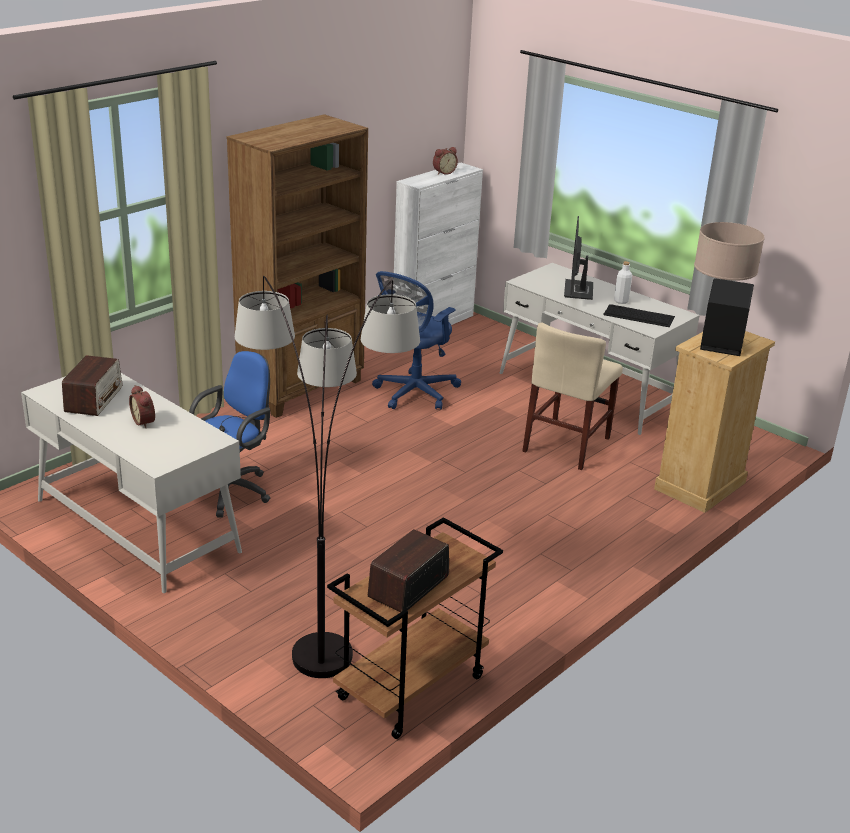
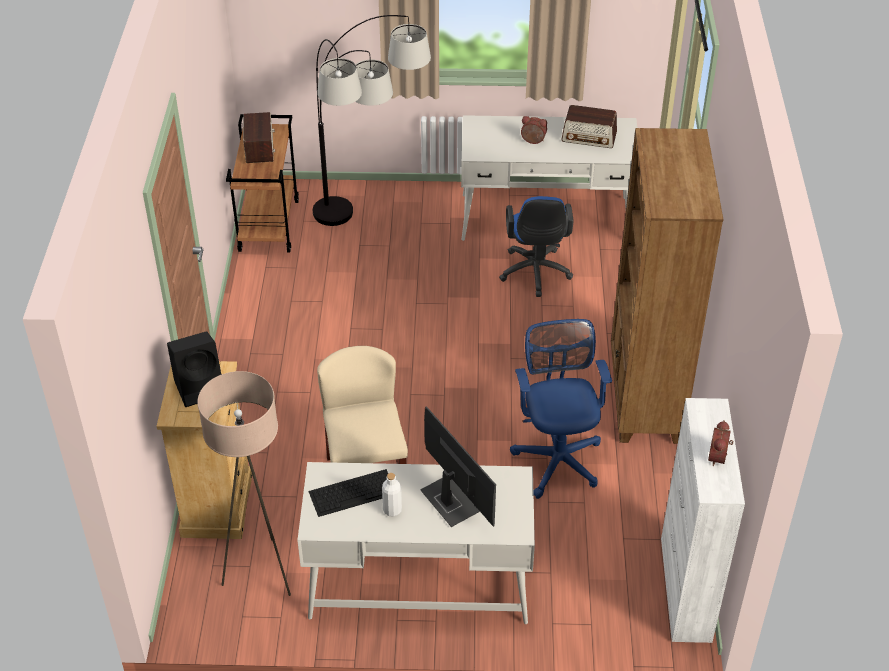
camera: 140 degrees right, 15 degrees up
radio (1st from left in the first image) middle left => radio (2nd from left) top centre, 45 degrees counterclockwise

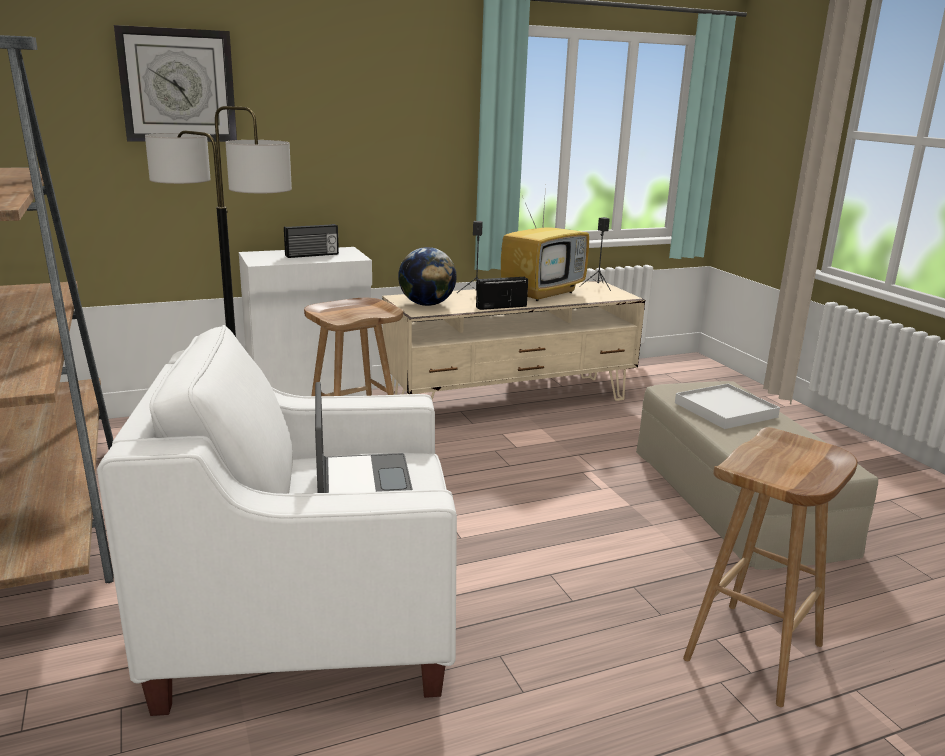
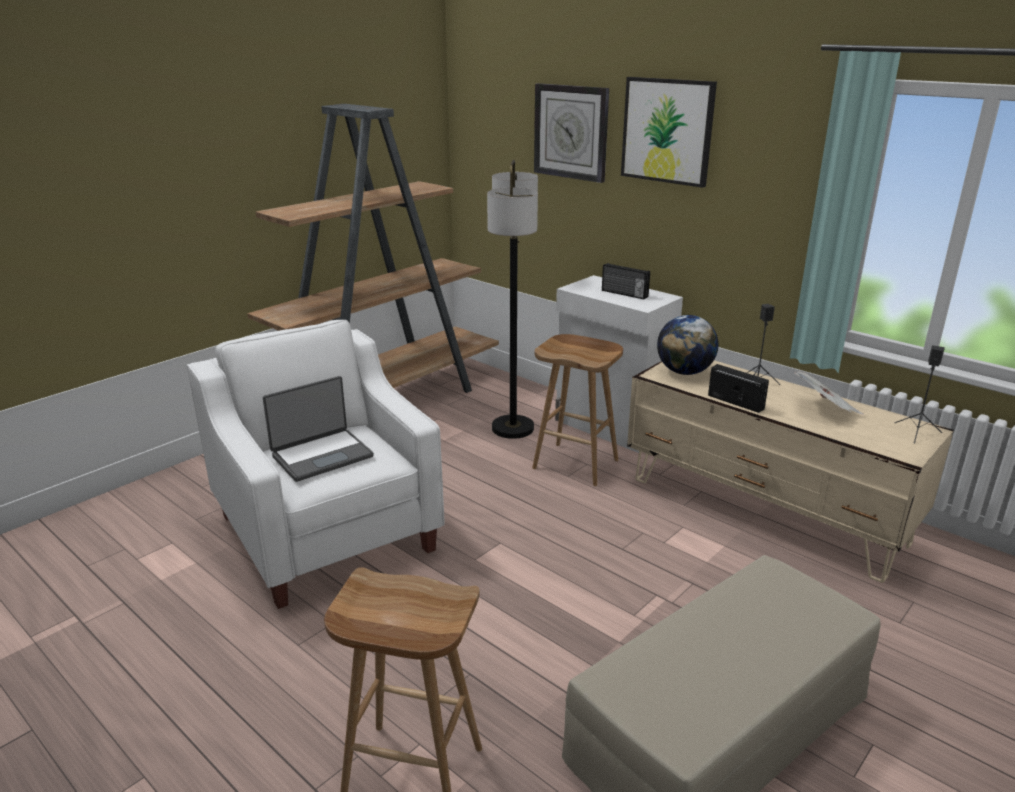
camera: 65 degrees right, 5 degrees up
nothing => picture top centre
television top centre => newspaper middle right
white tray middle right => nothing

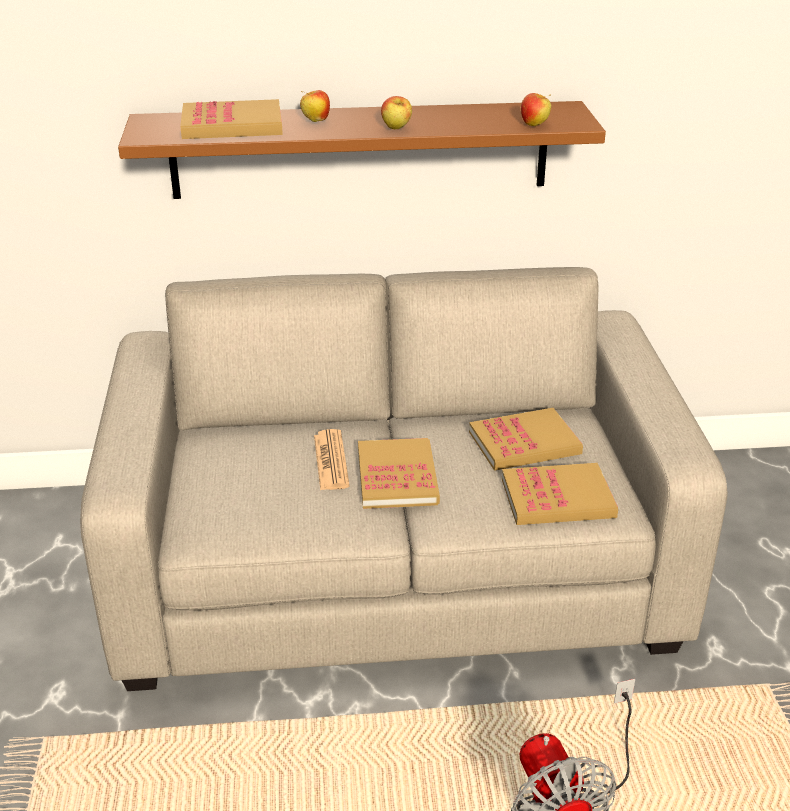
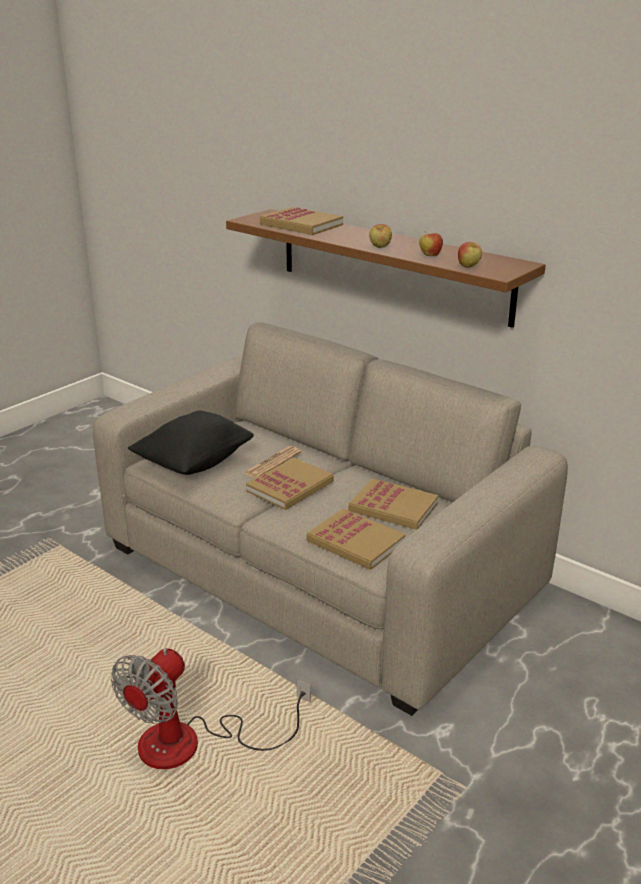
camera: 45 degrees right, 5 degrees down
nothing => black pillow middle left
apple (1st from left in the first image) top centre => apple (2nd from left) top right, move

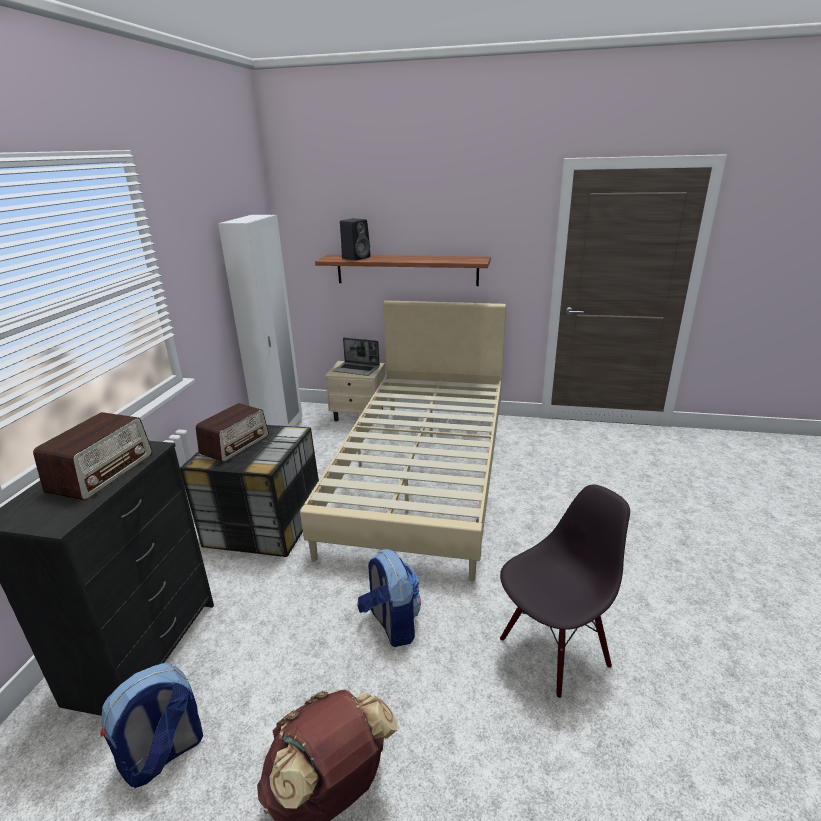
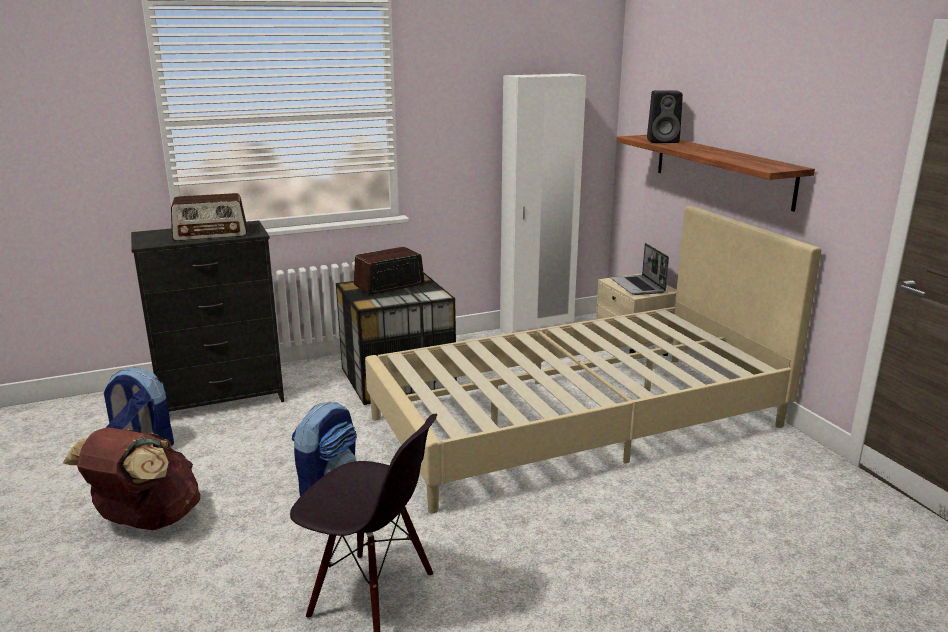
camera: 55 degrees right, 5 degrees down
radio (2nd from left) middle left => radio (2nd from left) centre, 150 degrees clockwise

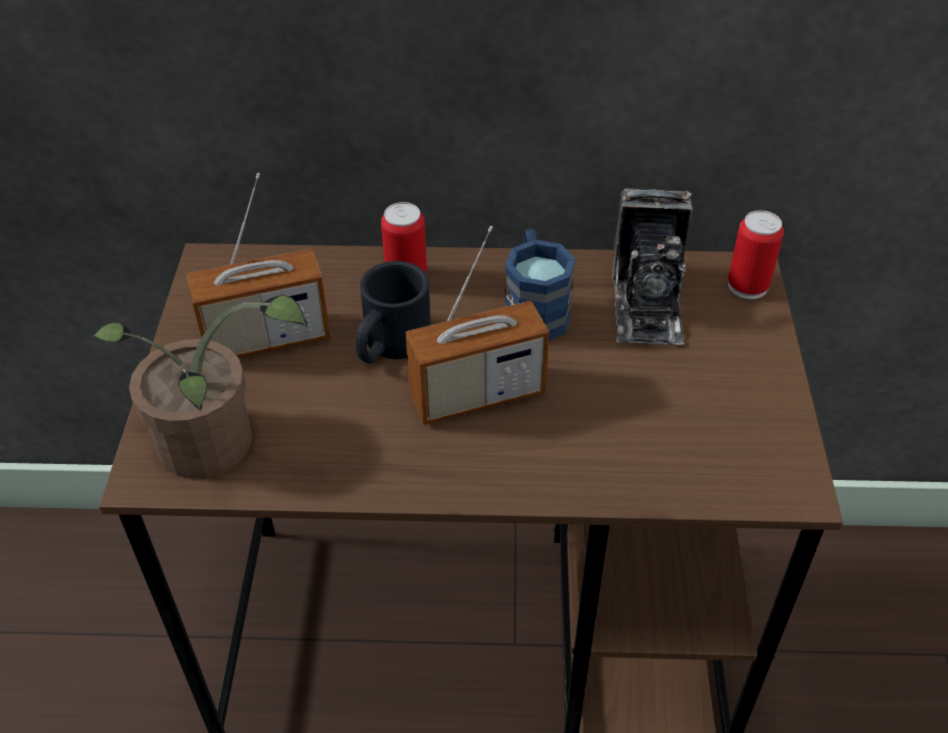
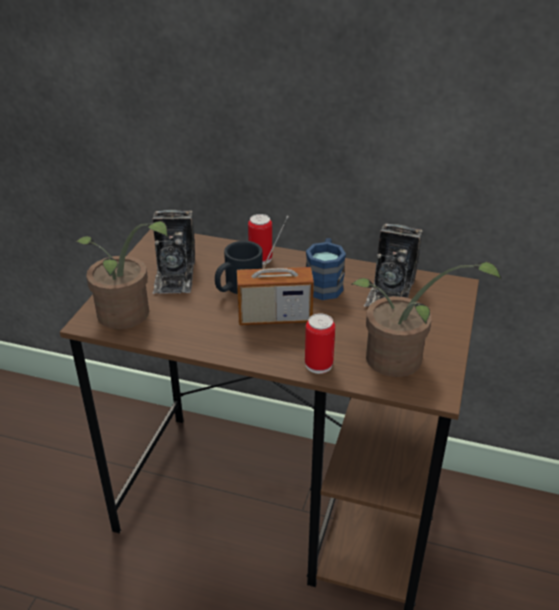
camera: 15 degrees right, 10 degrees down
radio (1st from left) middle left => photo camera (1st from left) middle left
can (2nd from left) middle right => can (2nd from left) centre, move
nothing => potted plant (2nd from left) middle right

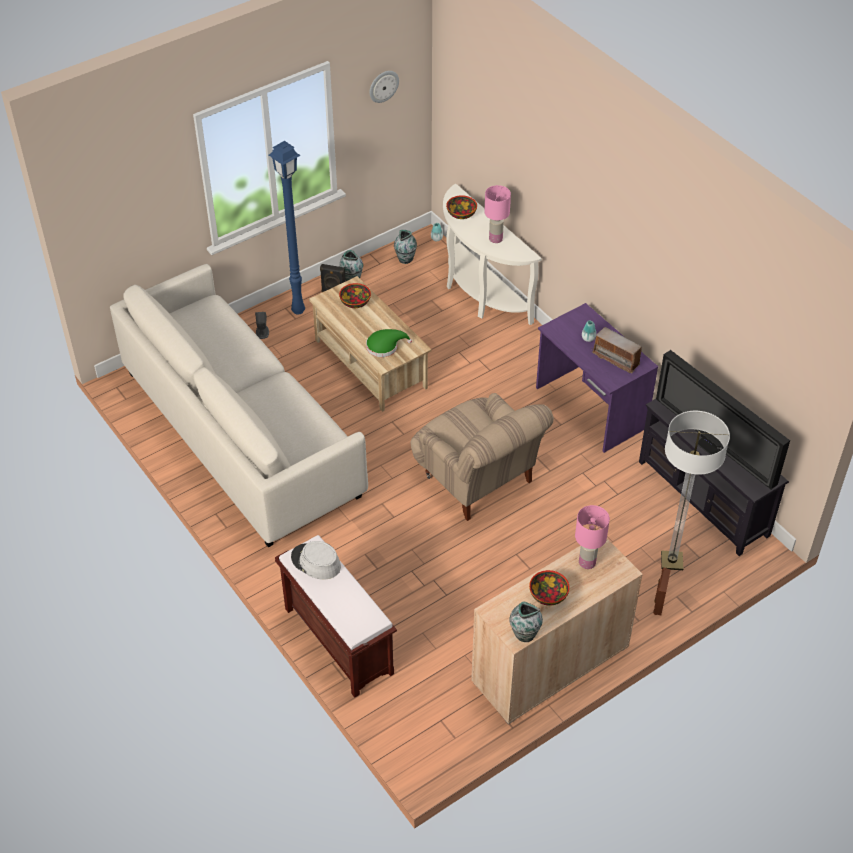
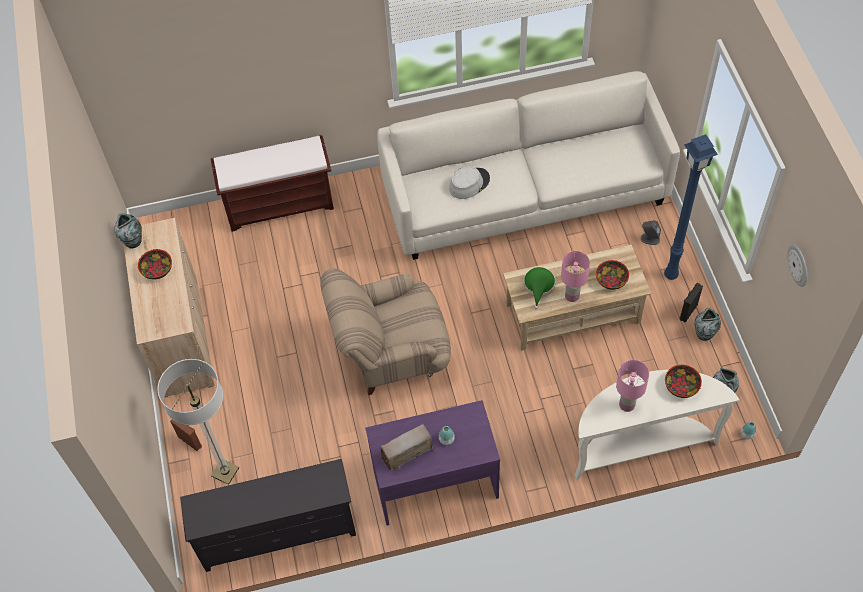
camera: 115 degrees right, 10 degrees up
grey hat centre => grey hat top centre, move
pink table lamp (2nd from left in the first image) middle right => pink table lamp (1st from left) centre, move
television middle right => nothing

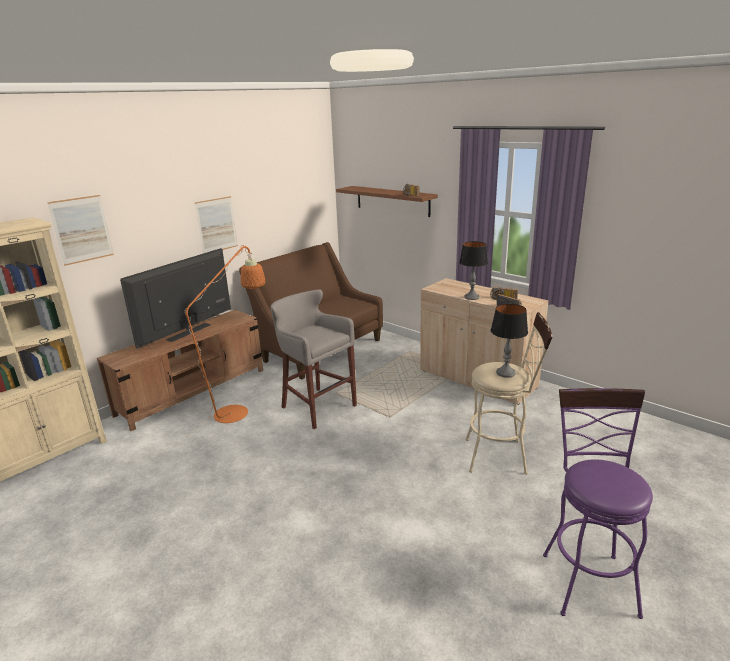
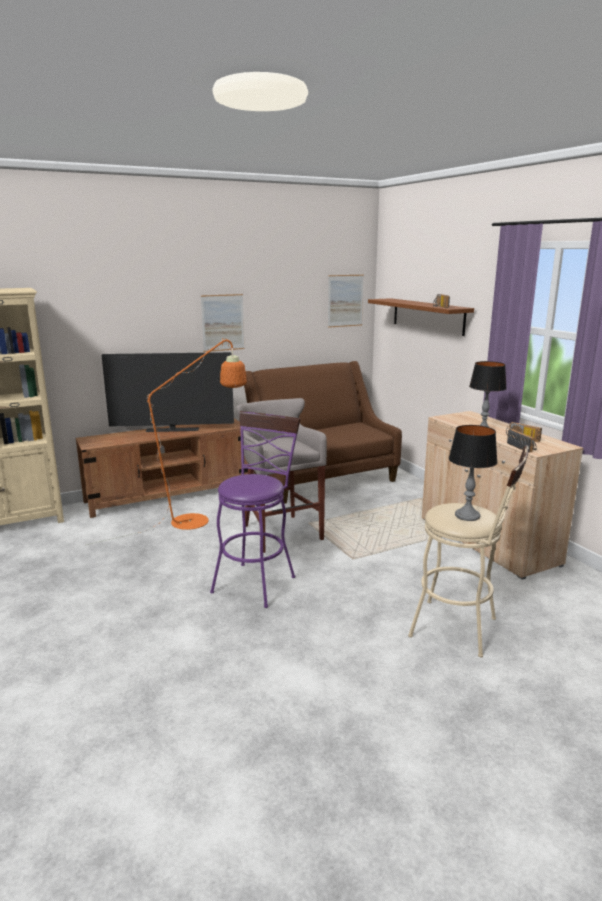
camera: 20 degrees right, 5 degrees down
television middle left, 150 degrees counterclockwise
purple stool bottom right => purple stool centre, move
picture (1st from left in the first image) middle left => picture (2nd from left) centre, move

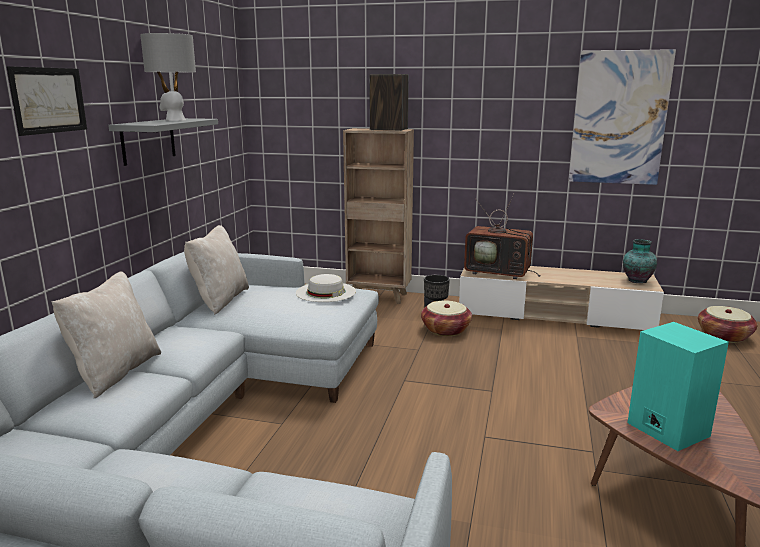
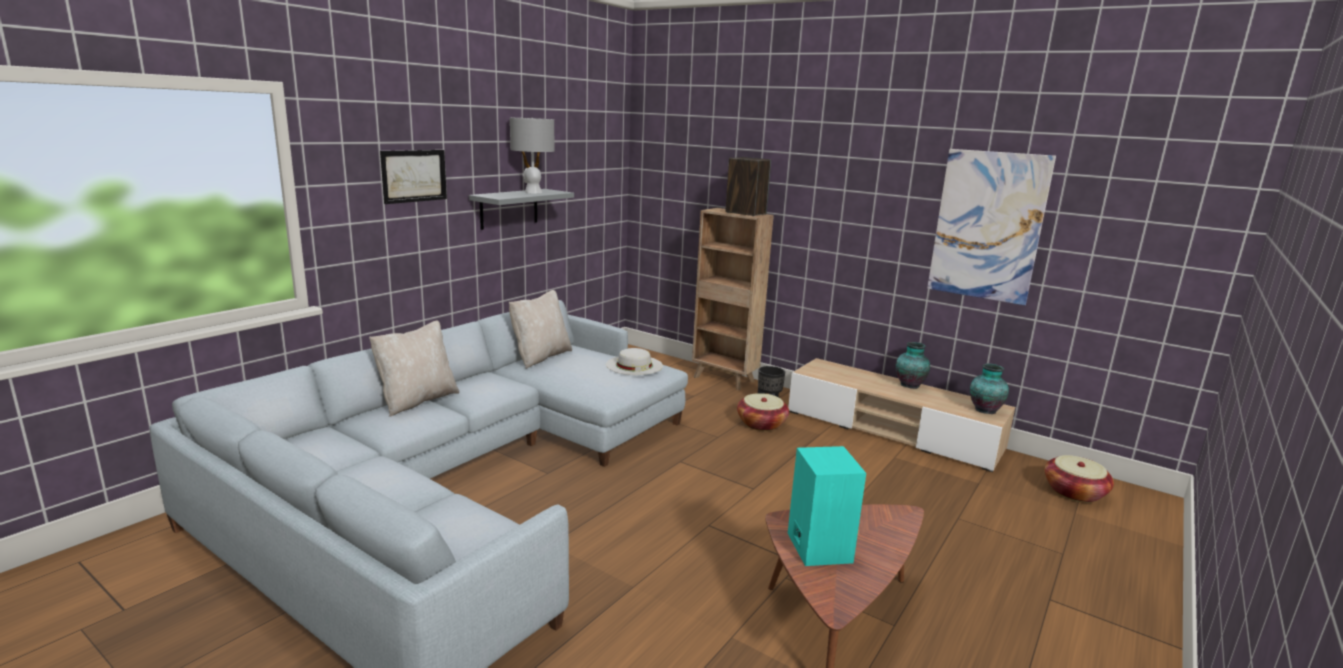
camera: 20 degrees right, 0 degrees up
nothing => vase (1st from left) middle right
television centre => nothing

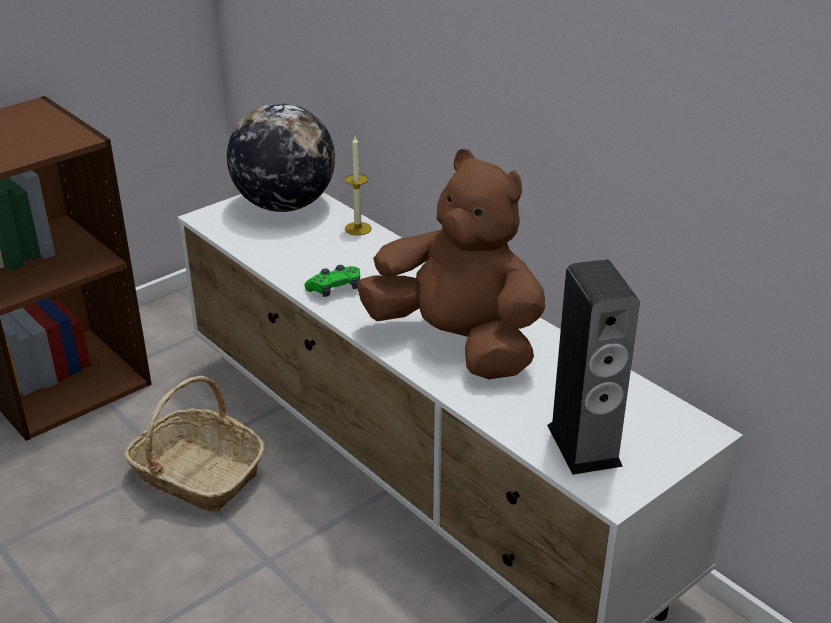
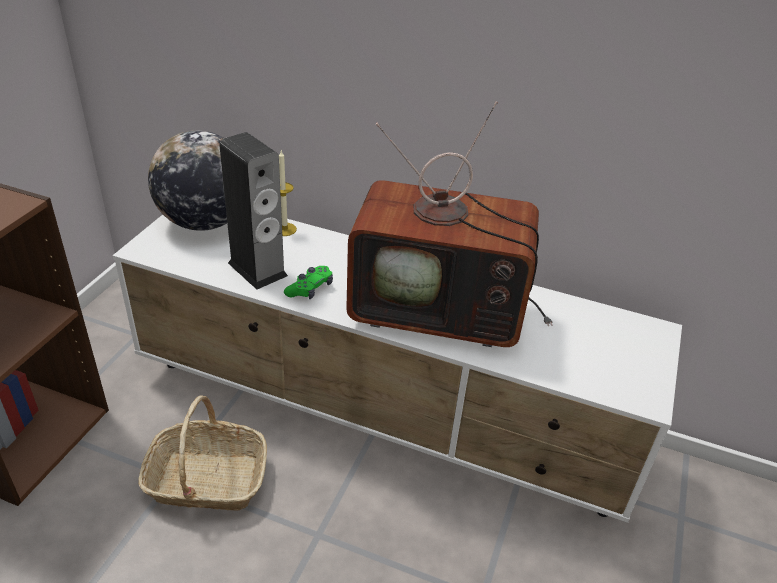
camera: 30 degrees left, 5 degrees up
speaker middle right => speaker middle left, move
brown plush toy centre => television centre

